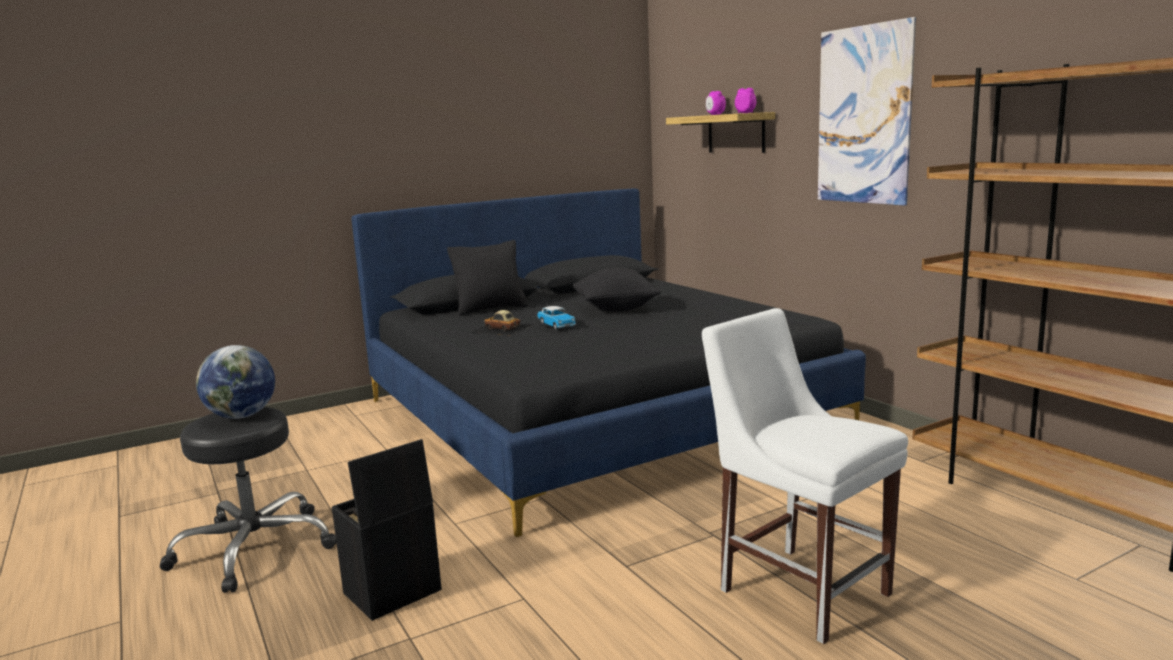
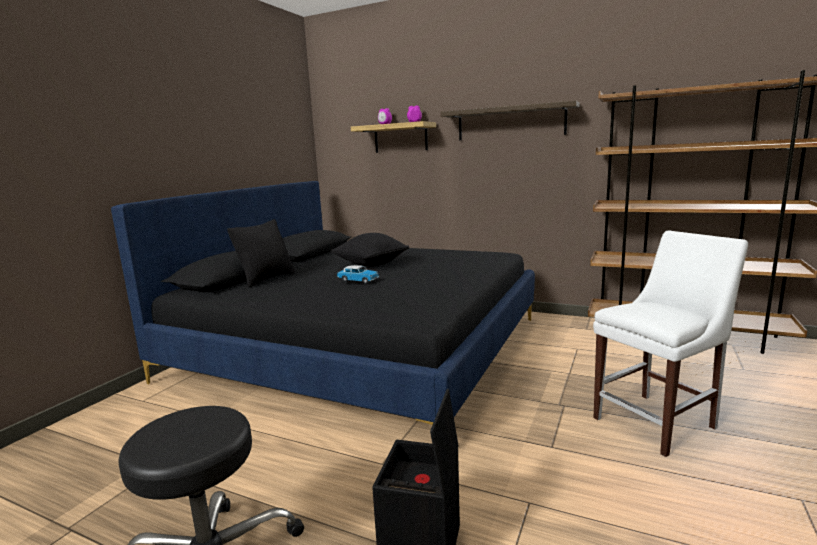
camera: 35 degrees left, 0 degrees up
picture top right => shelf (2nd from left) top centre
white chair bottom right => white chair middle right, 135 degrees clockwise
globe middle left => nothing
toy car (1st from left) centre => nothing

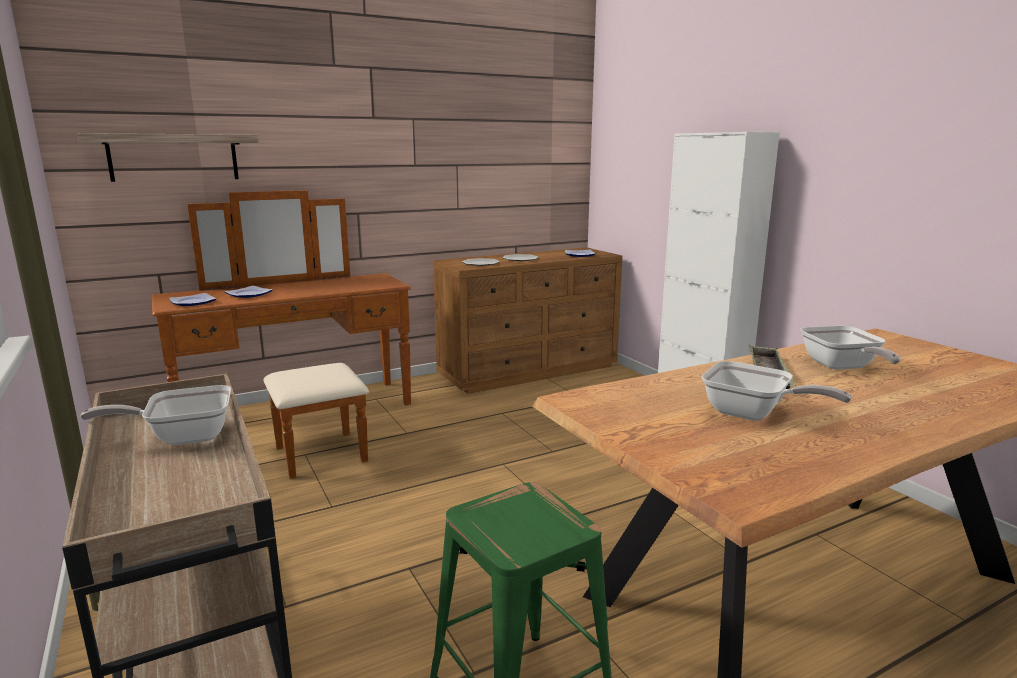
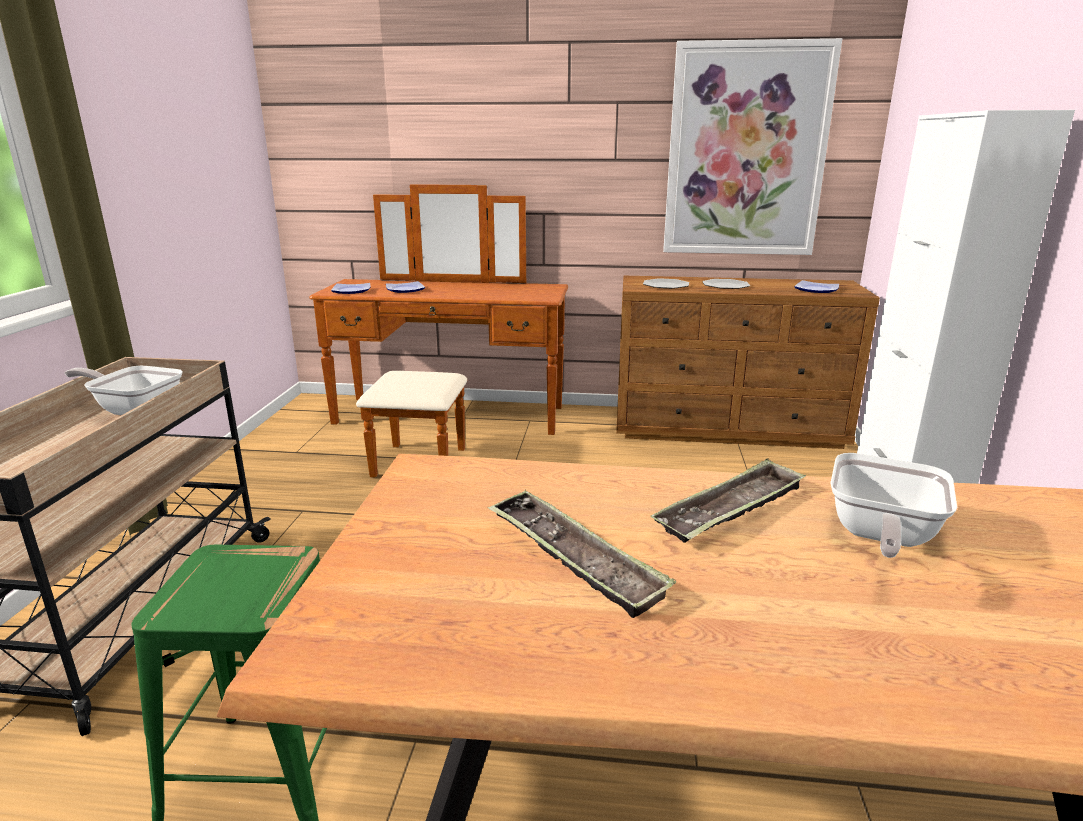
camera: 35 degrees right, 5 degrees up
frying pan (2nd from left) middle right => tray (1st from left) bottom centre
nothing => picture top right
shelf top left => nothing

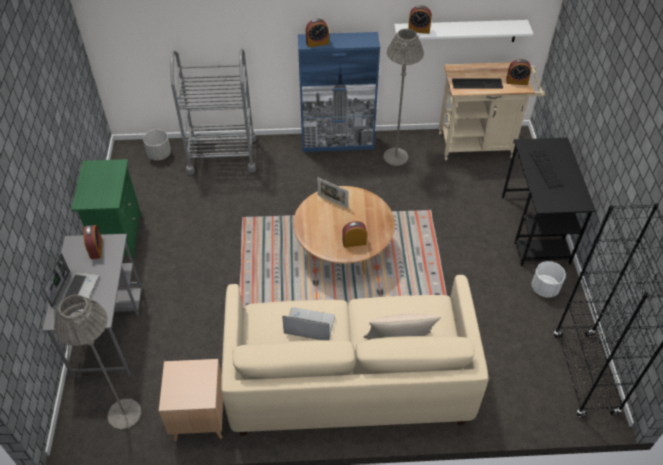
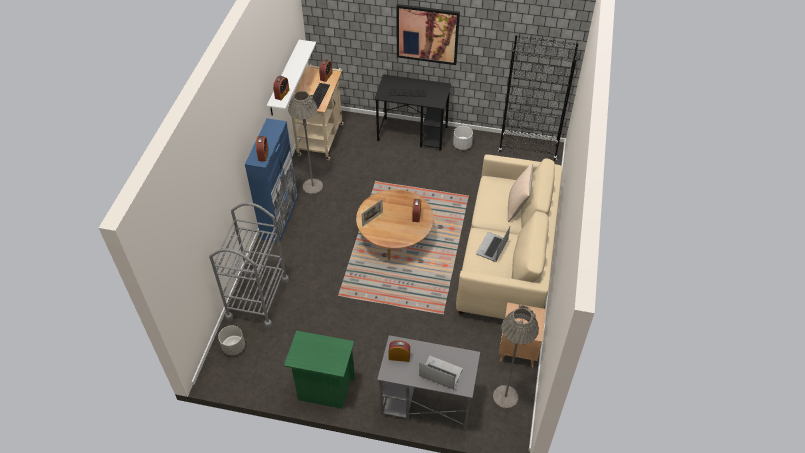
camera: 75 degrees left, 0 degrees up
nothing => picture top centre

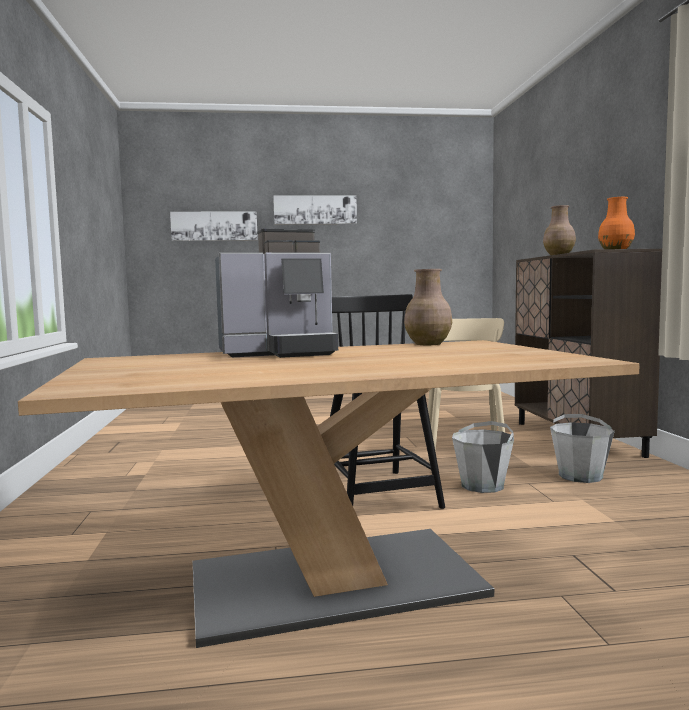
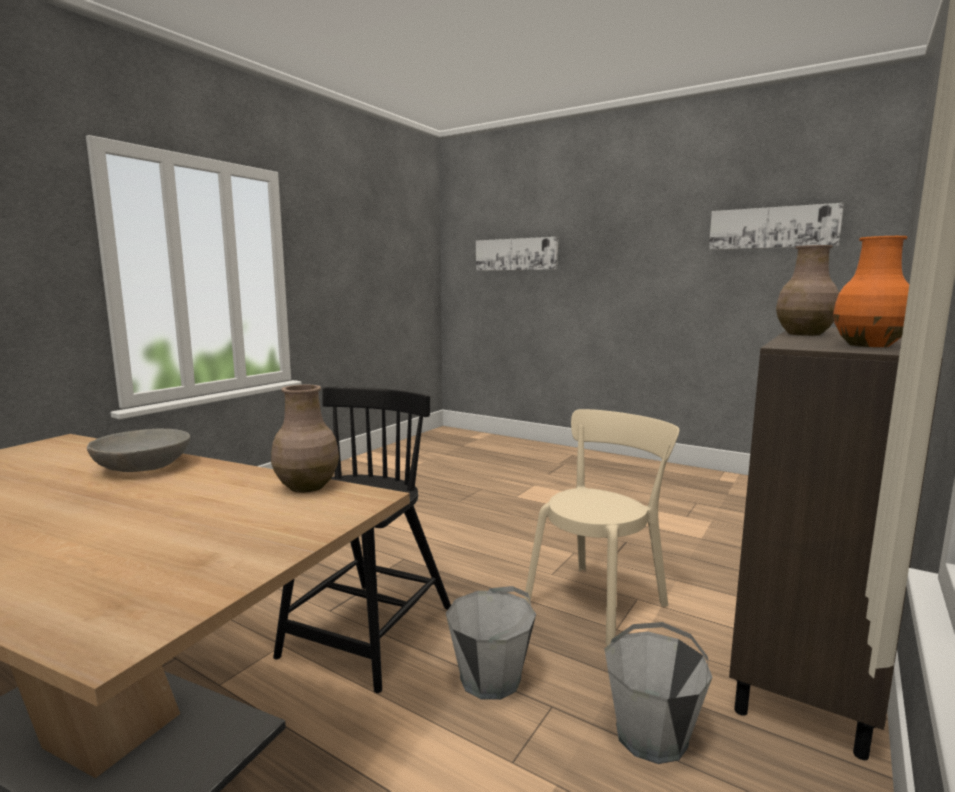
camera: 40 degrees right, 5 degrees up
coffee machine centre => grey bowl middle left
picture (2nd from left) top centre => picture (2nd from left) top right, move

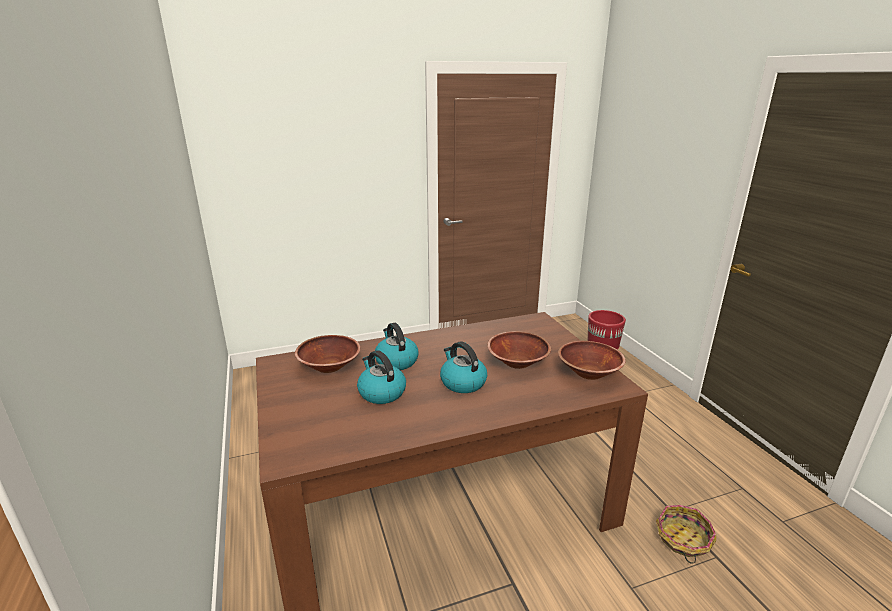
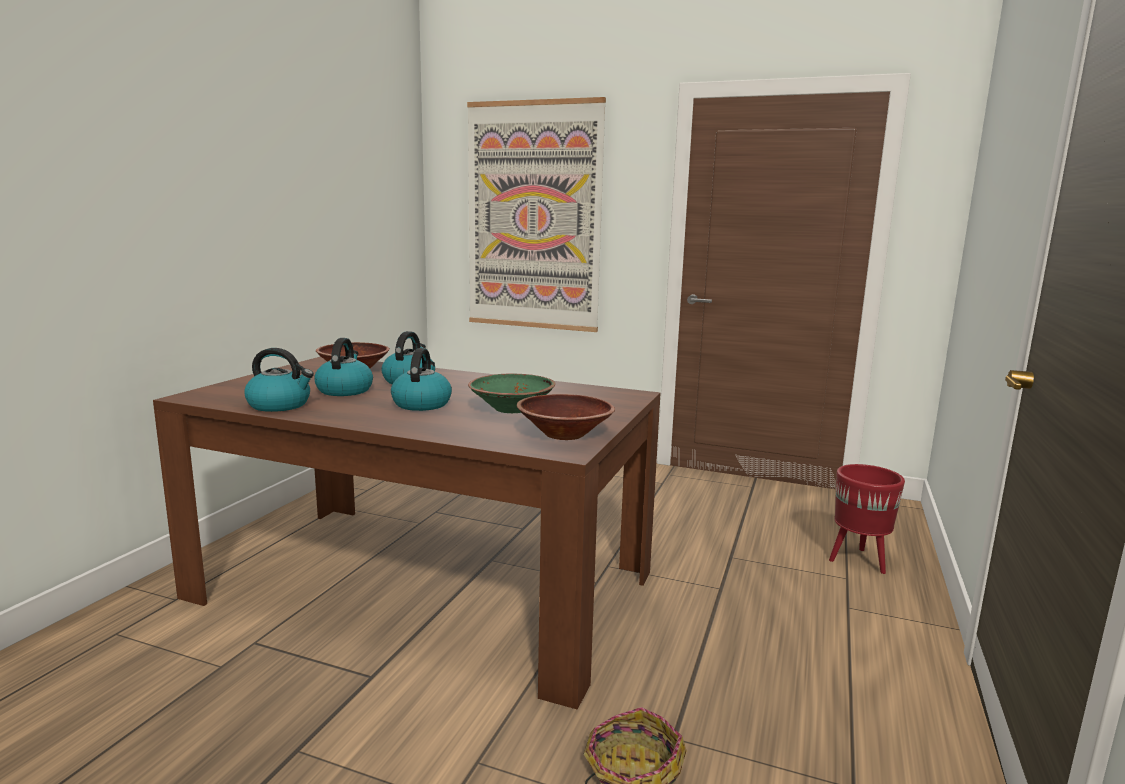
camera: 40 degrees right, 10 degrees down
nothing => kettle (1st from left) middle left
nothing => picture top centre
brown bowl (2nd from left) centre => green bowl centre

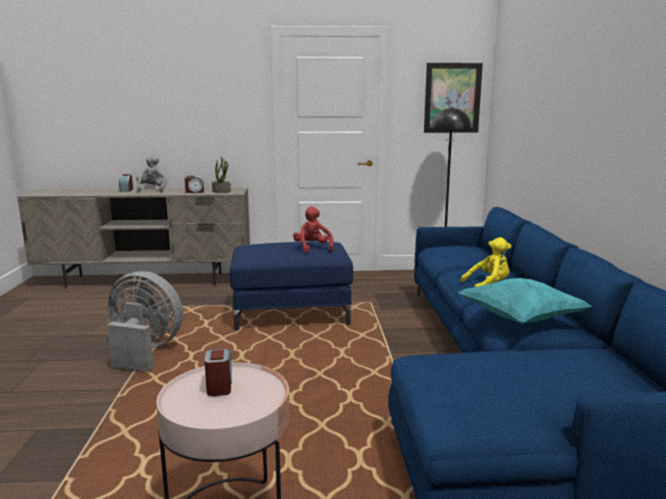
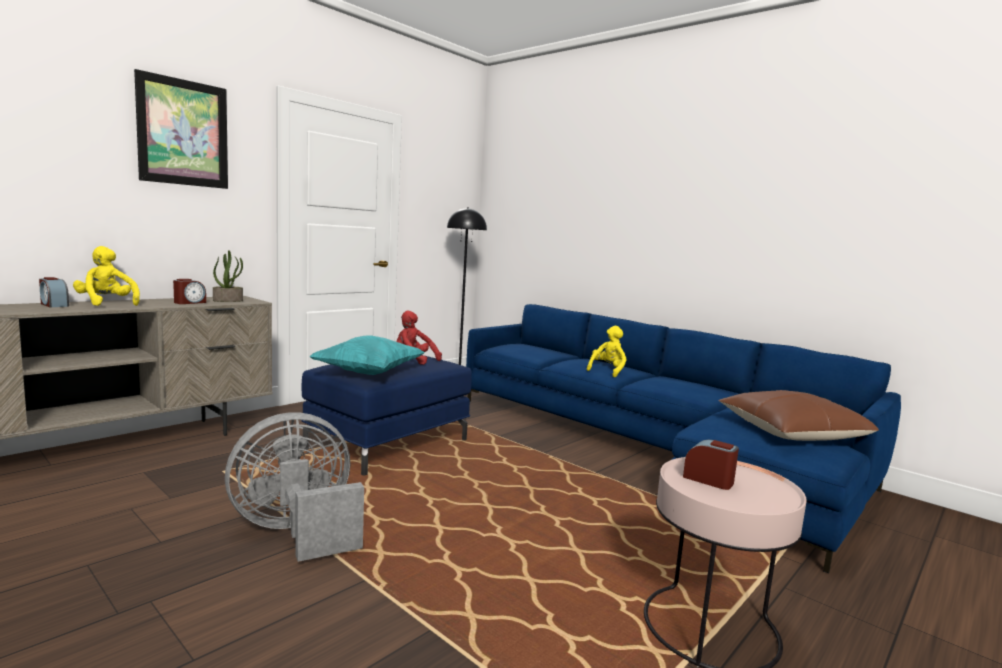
camera: 45 degrees left, 5 degrees down
grey plush toy middle left => yellow plush toy (1st from left) middle left
picture top right => picture top left, move
turquoise pillow middle right => turquoise pillow centre, move
nothing => brown pillow middle right

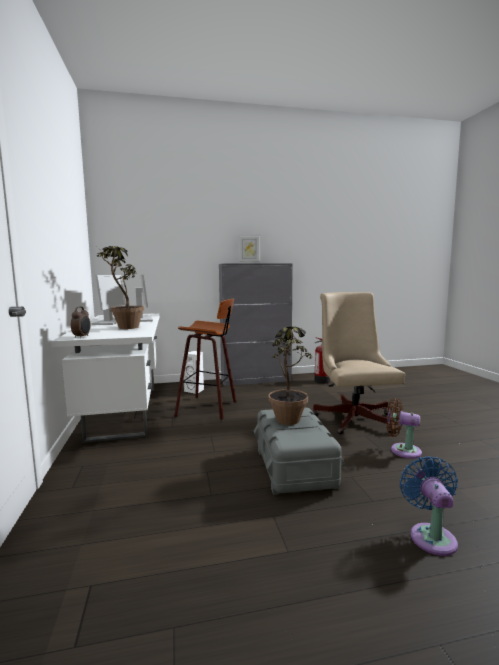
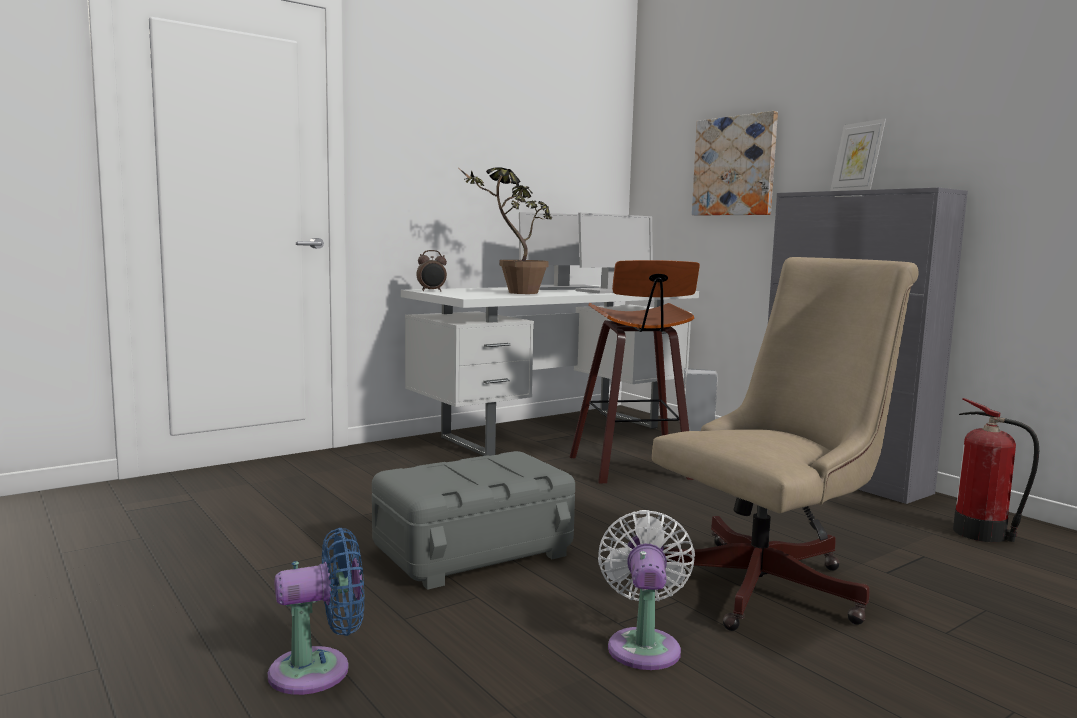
camera: 65 degrees right, 0 degrees up
brown fan middle right => white fan bottom centre
nothing => picture top right
potted plant (2nd from left) centre => nothing

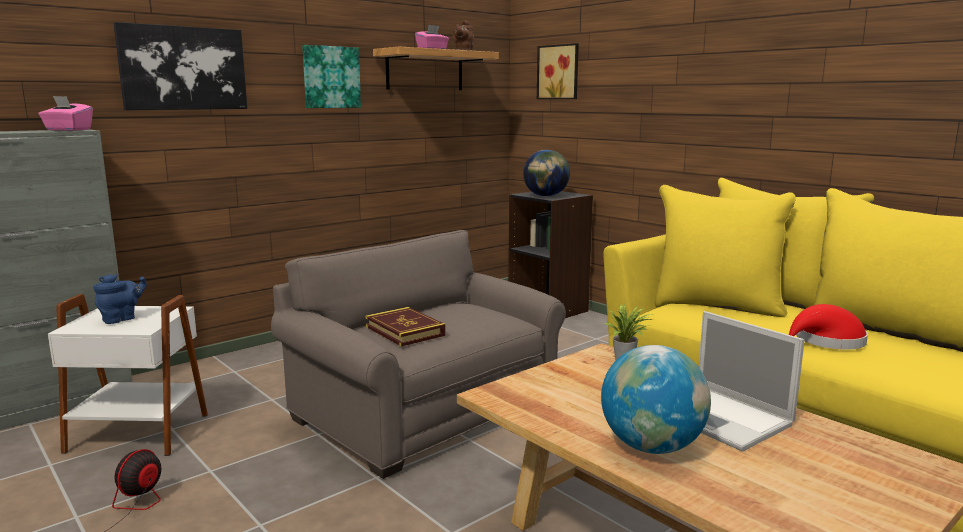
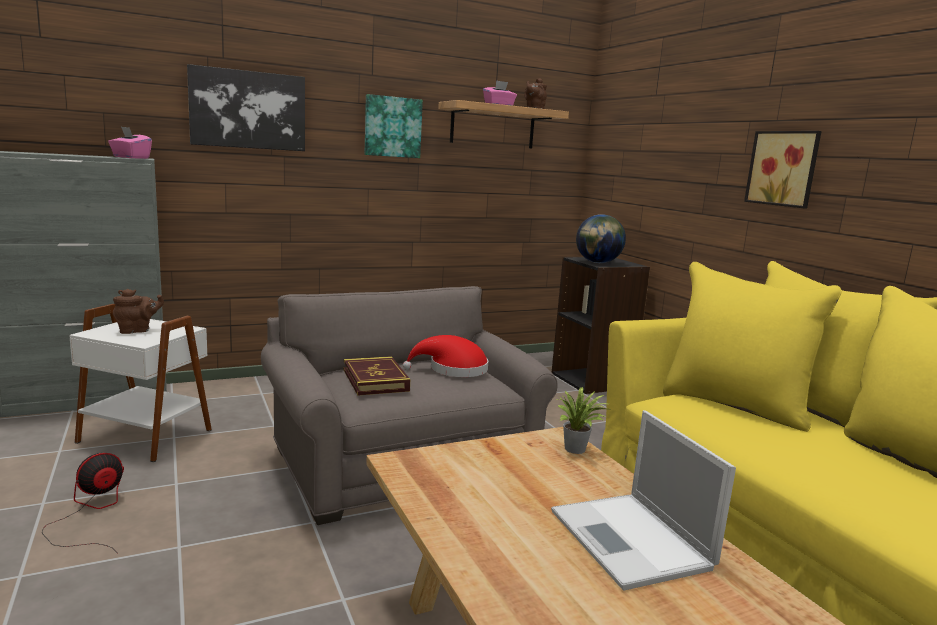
camera: 15 degrees right, 0 degrees up
blue teapot middle left => brown teapot (1st from left) middle left
red hat middle right => red hat centre, move
picture (3rd from left) top centre => picture (3rd from left) top right, move
globe (2nd from left) bottom right => nothing

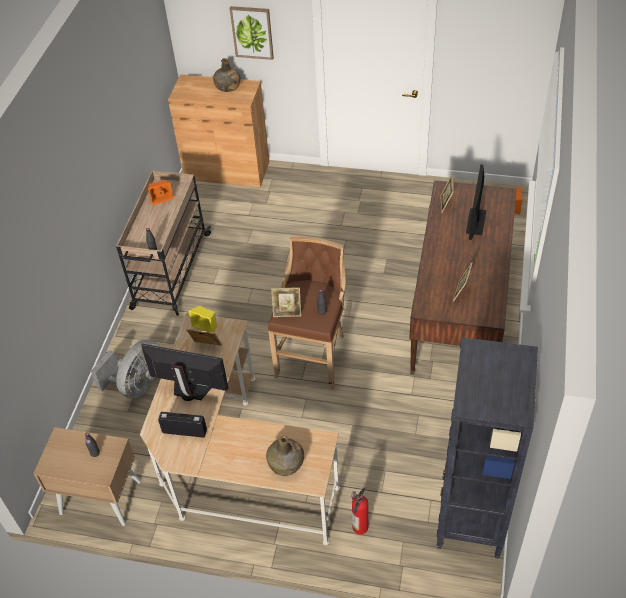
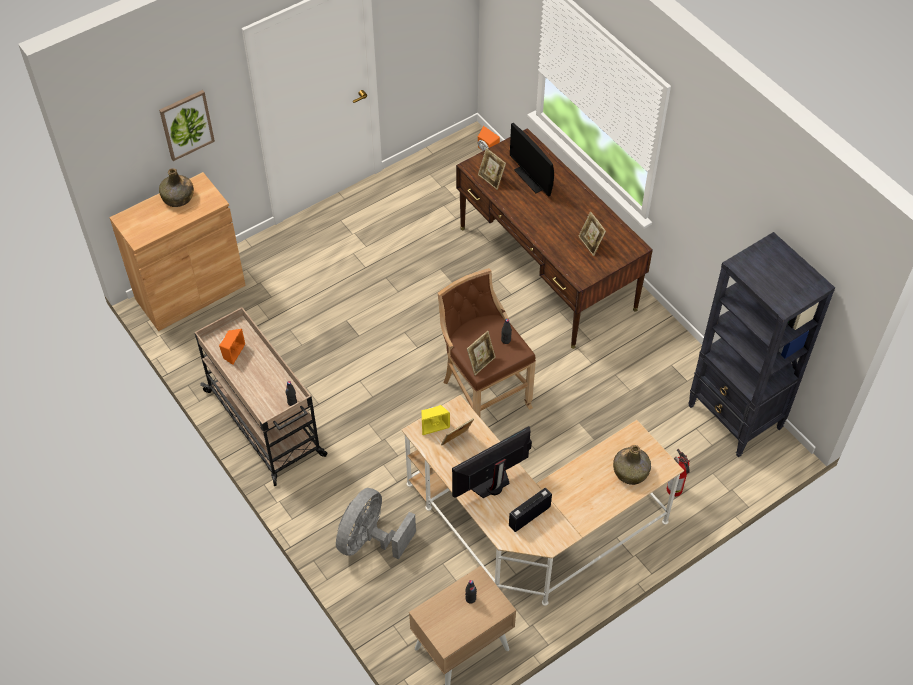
camera: 50 degrees left, 5 degrees up
grey fan middle left => grey fan bottom centre, 135 degrees counterclockwise

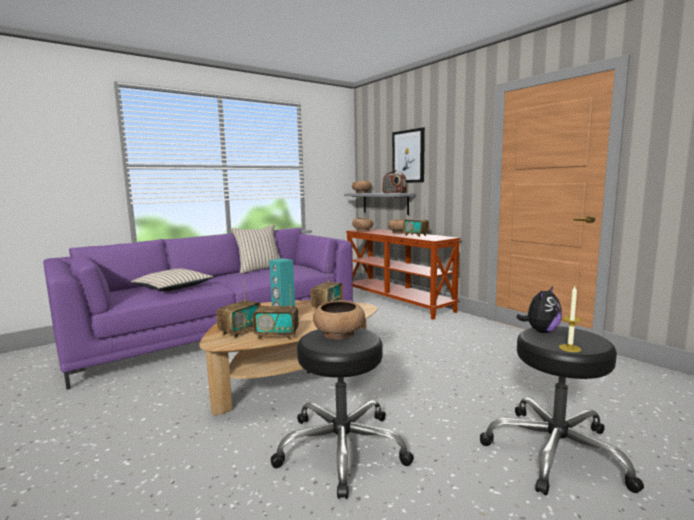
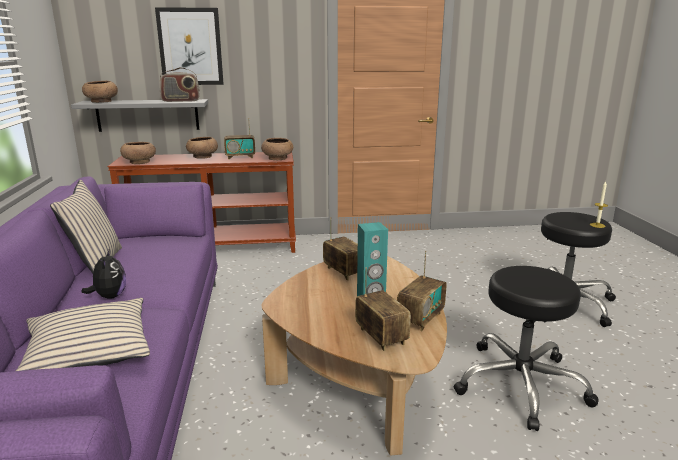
camera: 60 degrees left, 10 degrees up
plush toy middle right => plush toy middle left, move
brown bowl (1st from left in the first image) centre => brown bowl (4th from left) top centre, move

